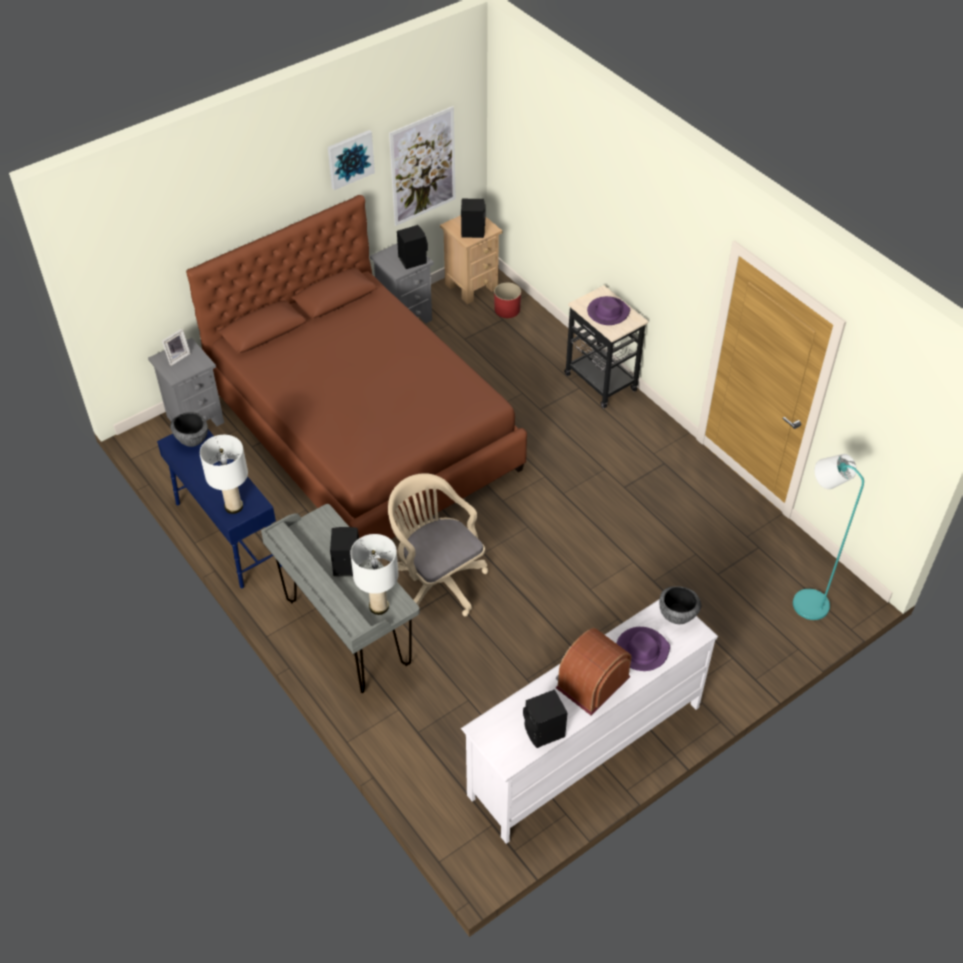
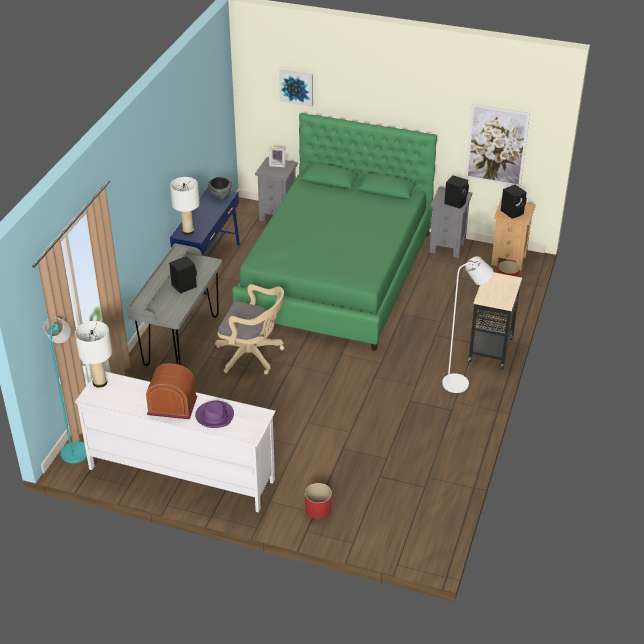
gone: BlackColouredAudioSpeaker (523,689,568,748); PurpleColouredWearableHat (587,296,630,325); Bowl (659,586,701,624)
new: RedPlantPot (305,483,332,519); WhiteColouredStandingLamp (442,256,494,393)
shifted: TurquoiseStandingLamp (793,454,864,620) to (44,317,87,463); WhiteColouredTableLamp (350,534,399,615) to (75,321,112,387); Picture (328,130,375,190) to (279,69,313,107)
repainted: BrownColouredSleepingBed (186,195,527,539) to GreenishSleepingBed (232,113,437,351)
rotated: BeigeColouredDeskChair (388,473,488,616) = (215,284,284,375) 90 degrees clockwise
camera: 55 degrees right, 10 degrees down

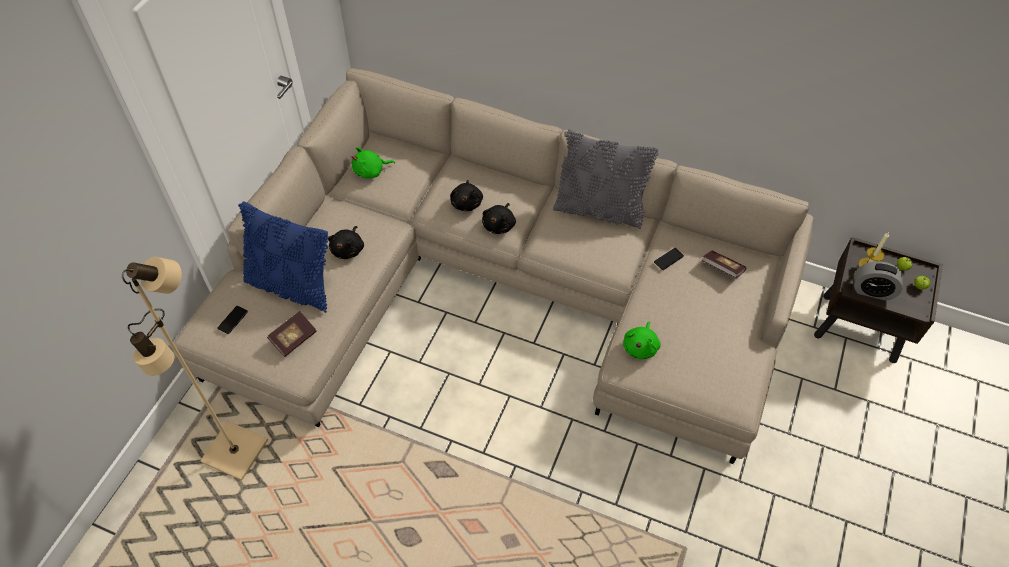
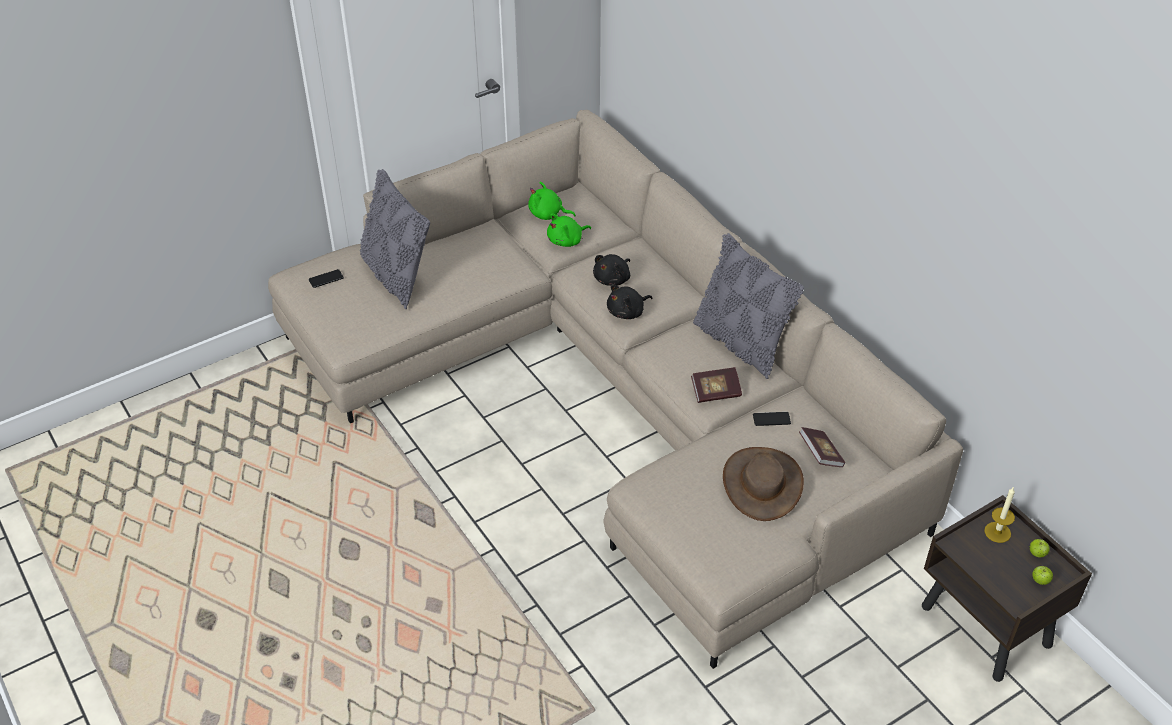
gone: BeigeColouredStandingLamp (122,257,268,481); BlackColouredPlushToy (328,226,364,259); BedsideClock (854,262,903,301)
new: BrownColouredWearableHat (723,447,804,521)
shifted: GreenishPlushToy (623,322,661,359) to (547,214,591,247); Volume (267,311,316,357) to (691,367,742,403)
repainted: BluishPillow (238,201,329,313) to GreyishPillow (360,169,430,309)
camera: 35 degrees right, 10 degrees down

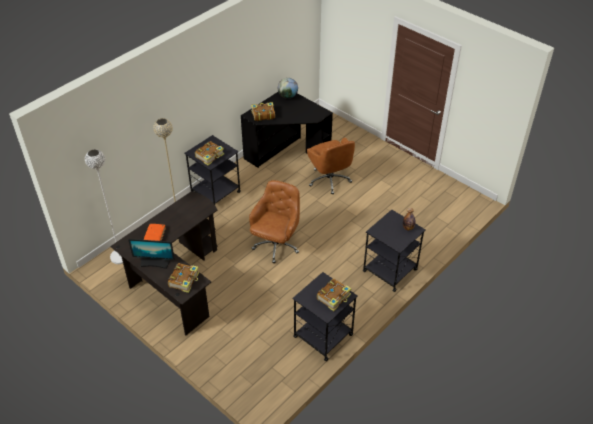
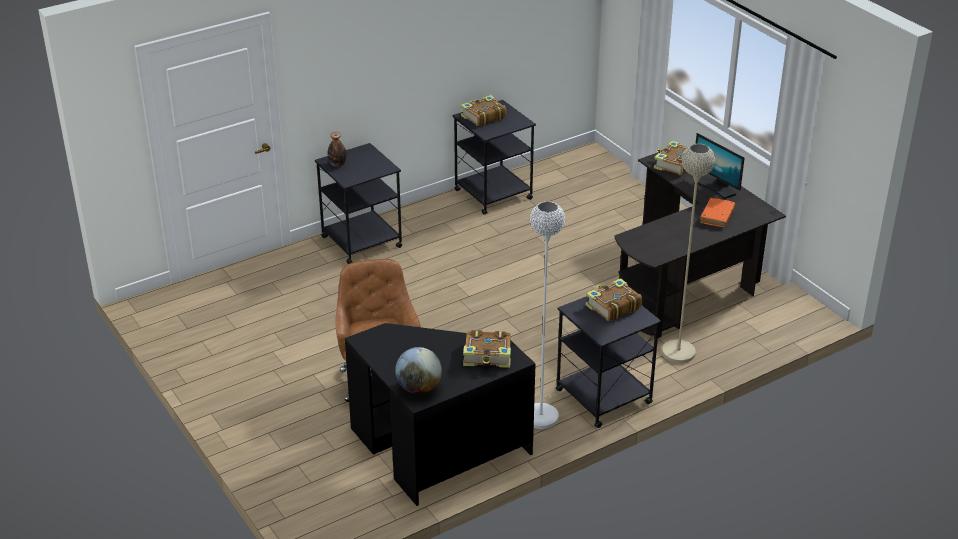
gone: BrownColouredDeskChair (249,180,300,263)
shifted: WhiteColouredStandingLamp (85,149,123,264) to (530,201,565,429)
rotated: ComputerDisplay (128,239,175,269) = (696,133,745,199) 150 degrees counterclockwise
camera: 165 degrees left, 10 degrees down

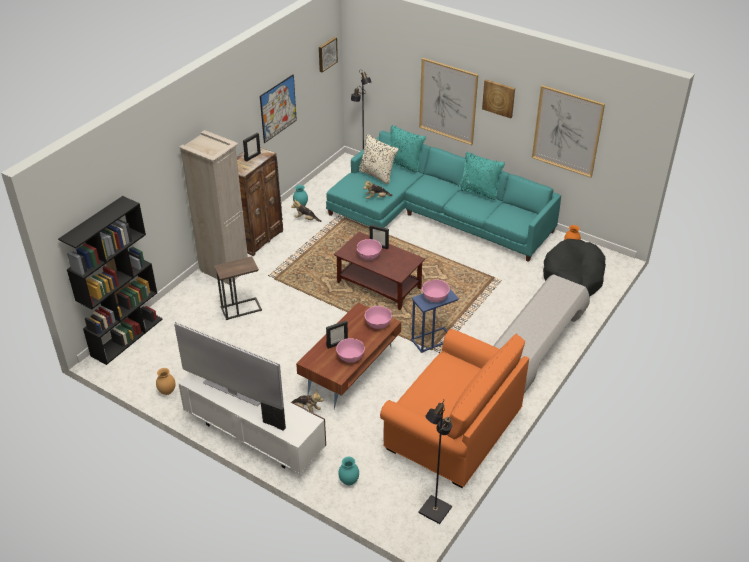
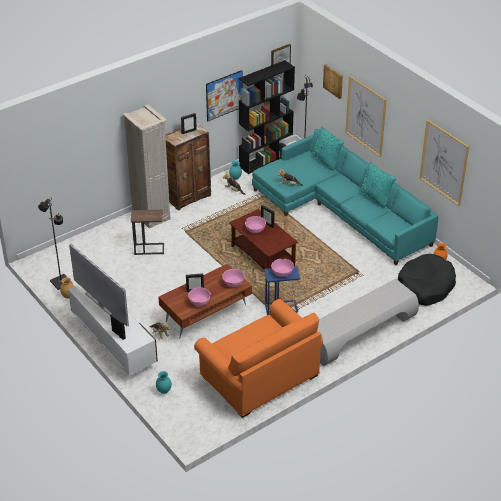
gone: BeigeColouredPillow (359,134,398,184)
shifted: BlackColouredStandingLamp (419,400,452,524) to (38,197,72,290); BlackColouredBookshelf (58,196,163,365) to (238,60,295,174); Picture (482,79,515,118) to (323,64,343,99)
camera: 20 degrees right, 0 degrees up

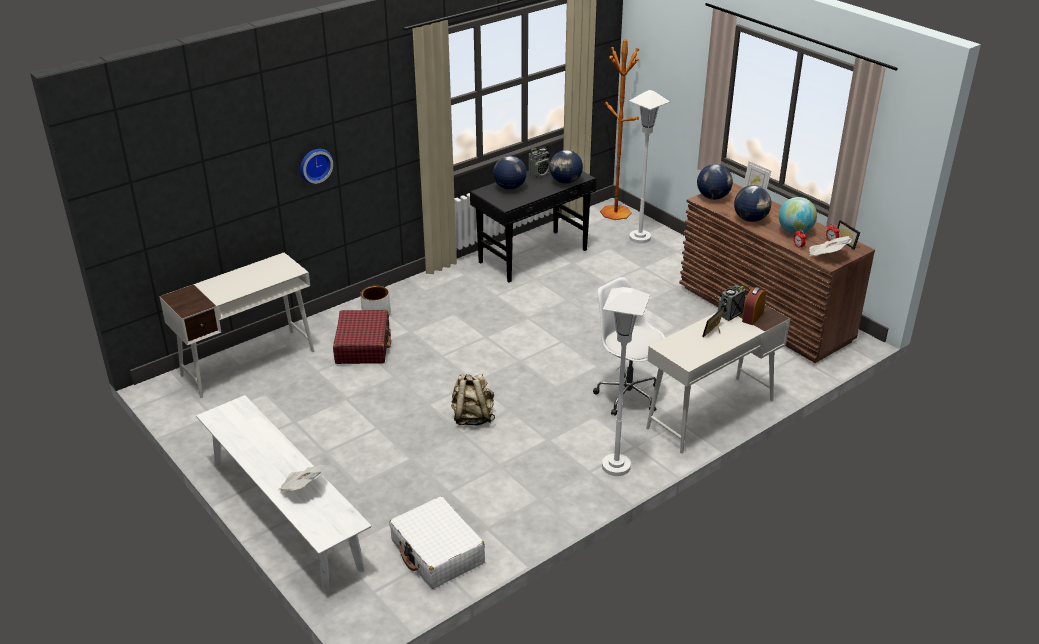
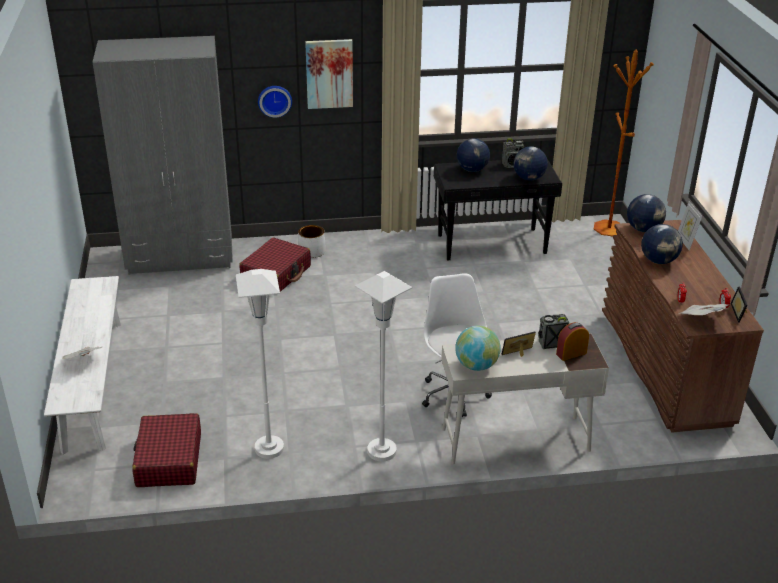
gone: BeigeColouredKnapsack (451,373,495,426)
new: Picture (305,39,353,109)
shifted: WhiteColouredStandingLamp (629,90,670,244) to (236,269,284,459); WorldGlobe (779,197,817,234) to (455,326,501,371)
swapped: WhiteColouredDeskUnit (159,253,314,398) to GreyishWardrobe (93,36,233,275)
repainted: WhiteColouredPieceOfLuggage (389,496,485,589) to RedPieceOfLuggage (132,413,201,487)
camera: 30 degrees right, 0 degrees up

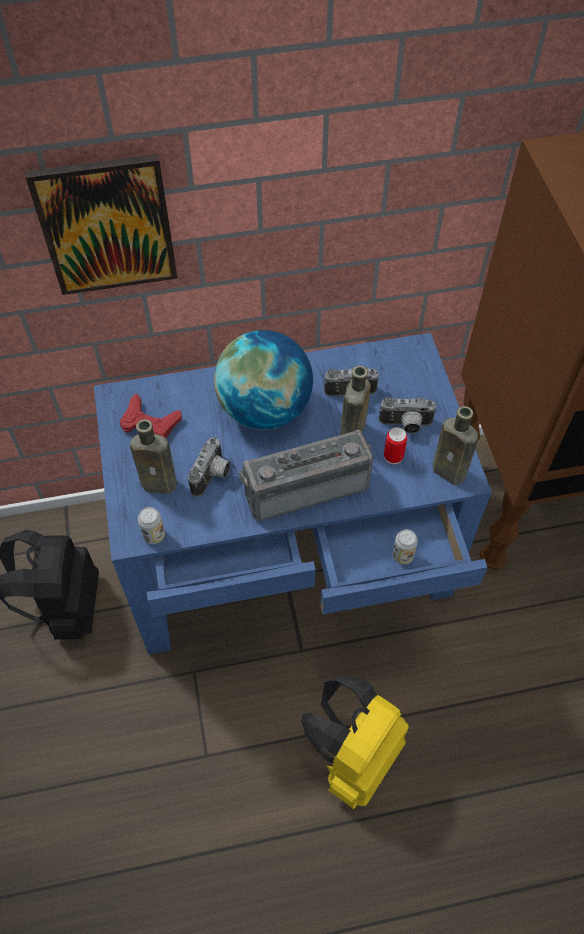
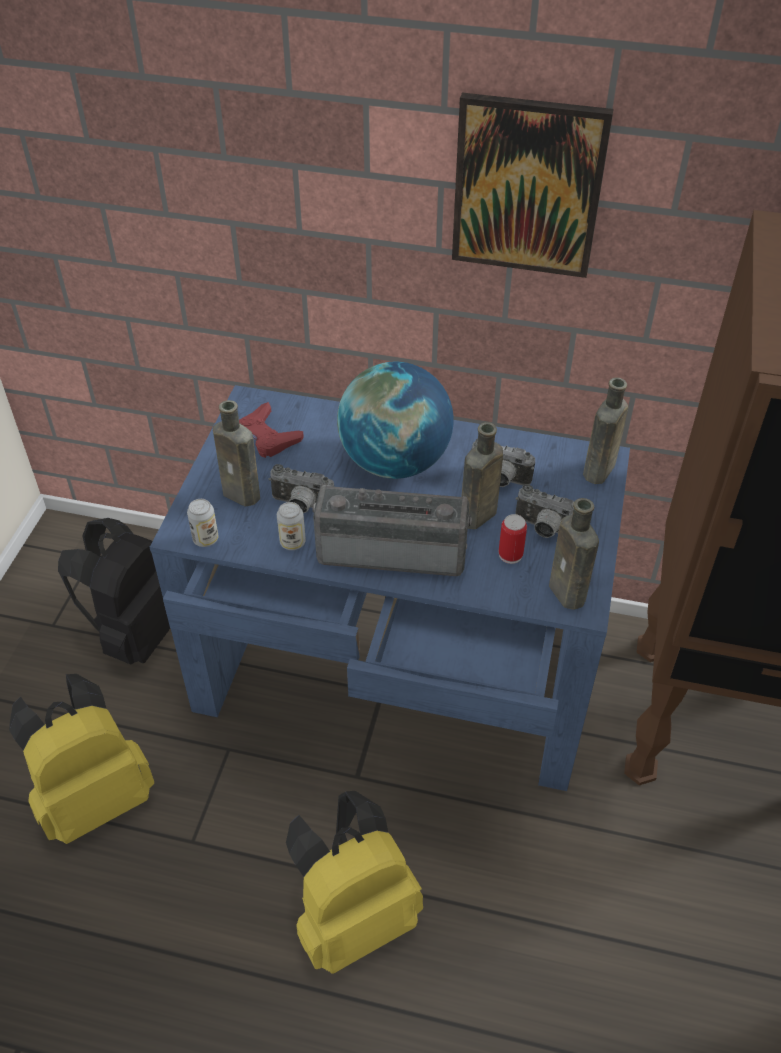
new: YellowColouredKnapsack (9,674,154,844); BrownColouredBottle (583,377,628,484)
shifted: MetalCan (392,529,418,565) to (277,502,306,550); Picture (25,154,178,295) to (452,93,614,278)
rotated: PhotoCamera (188,438,231,497) = (268,464,334,514) 60 degrees clockwise
camera: 25 degrees right, 10 degrees down

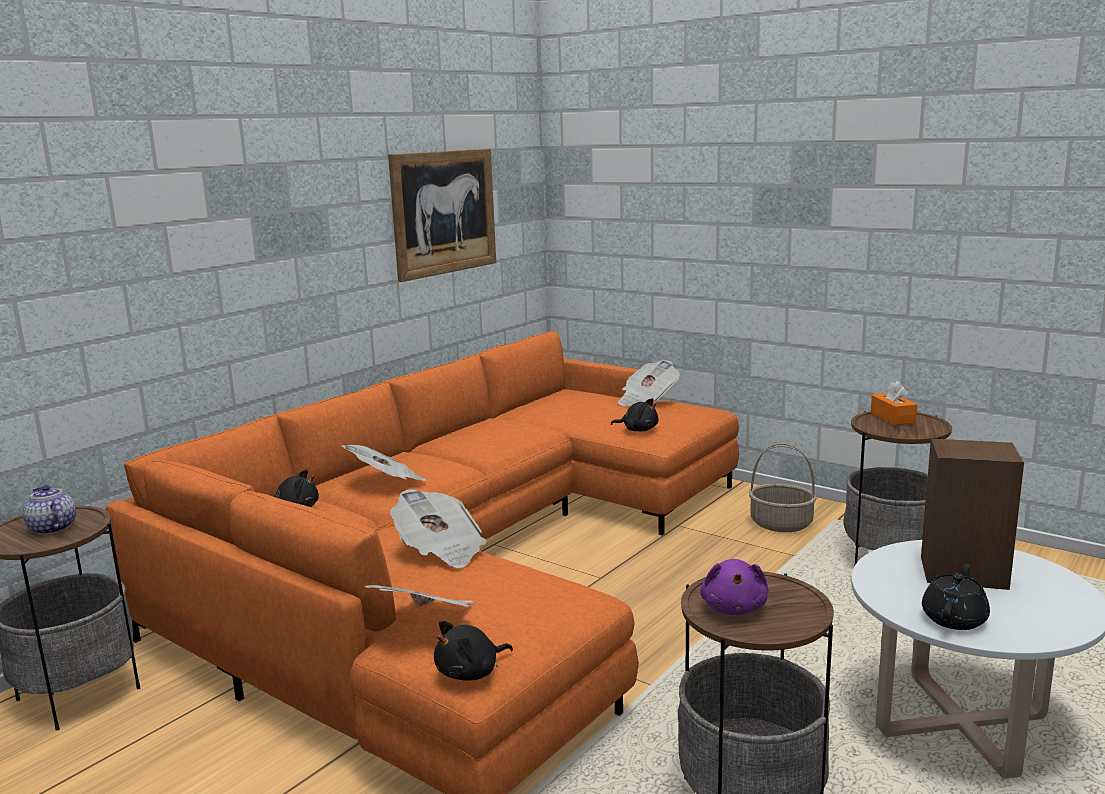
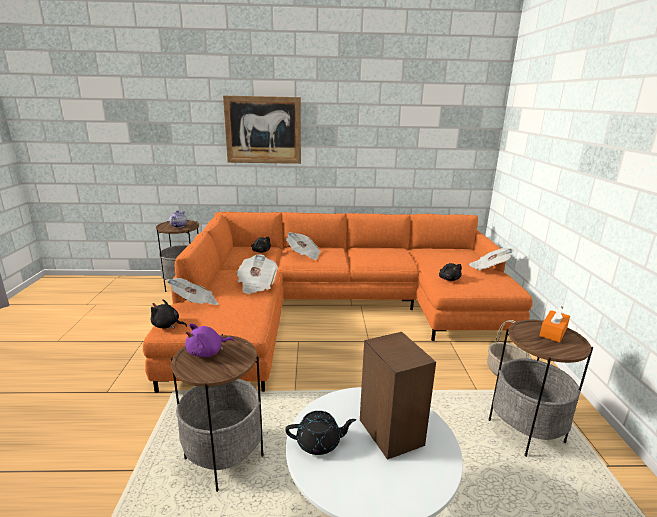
shifted: Picture (388,149,496,282) to (223,96,301,164)
camera: 50 degrees right, 5 degrees up

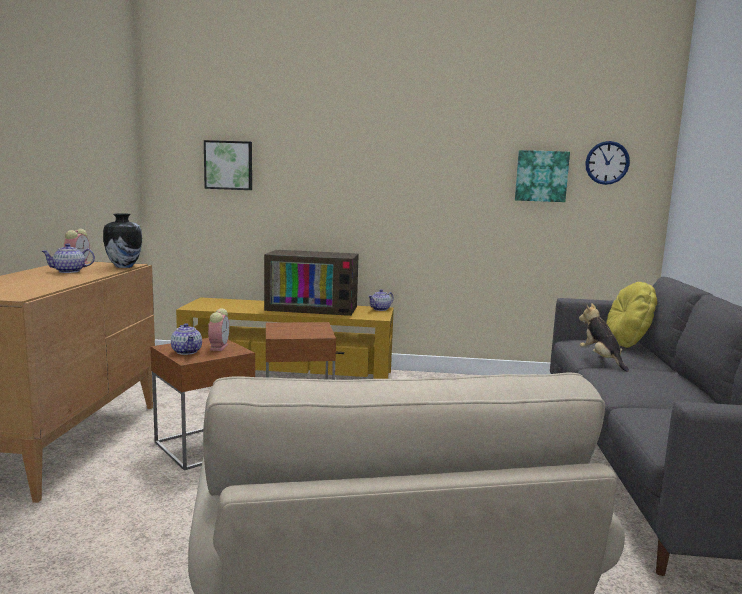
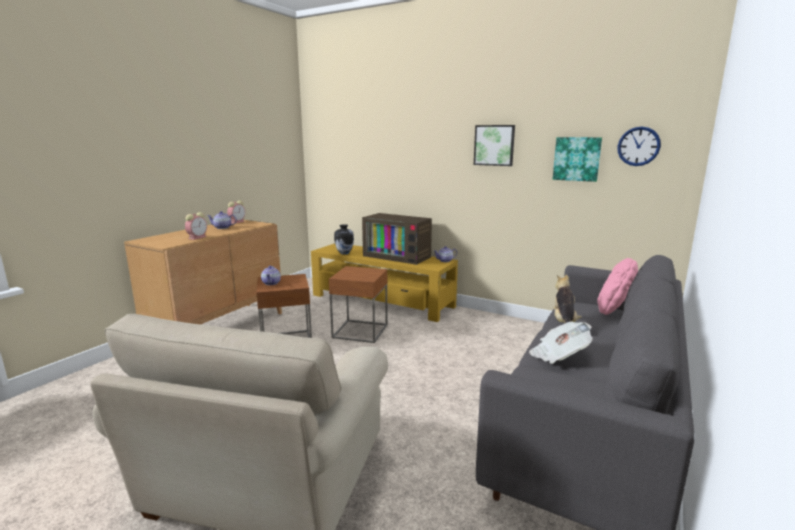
new: PrintedPaper (529,321,592,364)
shifted: BedsideClock (208,309,229,351) to (185,212,207,240); FlowerVase (103,213,142,268) to (334,224,354,255); Picture (204,140,252,190) to (474,125,515,166)
repainted: YellowColouredPillow (606,282,657,348) to PinkColouredPillow (597,258,638,315)
camera: 25 degrees right, 5 degrees up

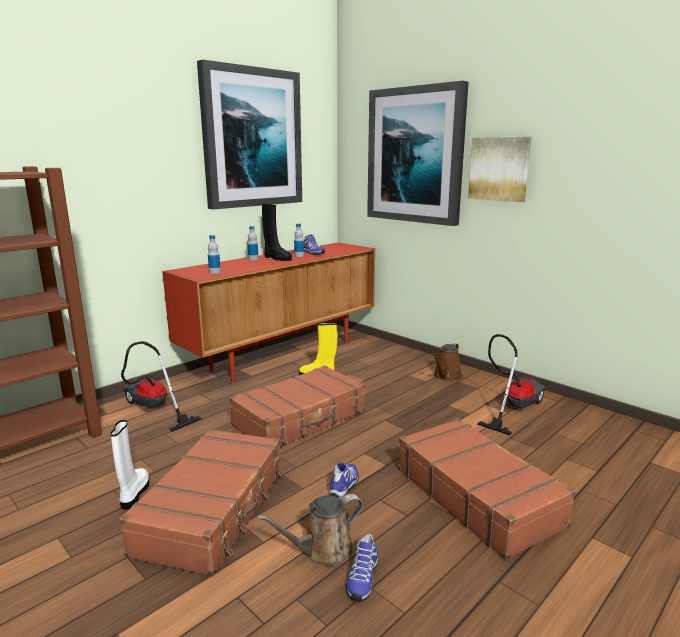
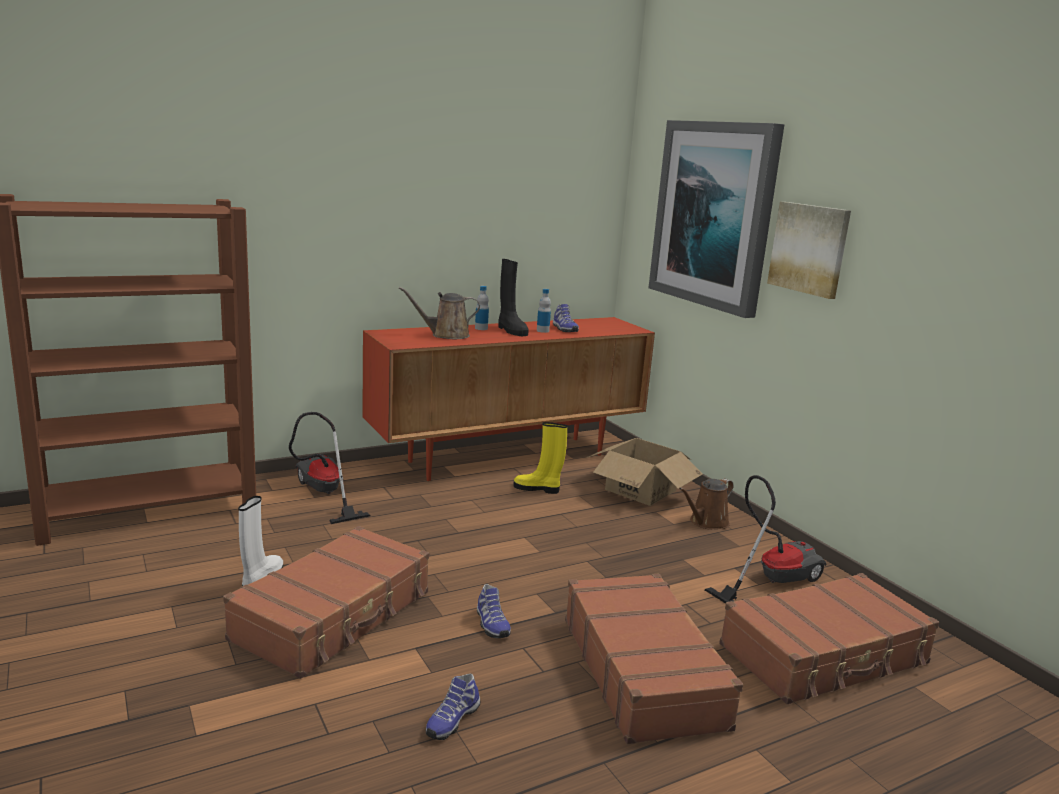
gone: Picture (197,60,302,209); Bottle (208,235,221,274)
new: Carton (586,438,703,506)
shifted: BrownColouredSprinklingCan (257,494,363,565) to (399,287,480,339); BrownColouredPieceOfLuggage (230,366,365,448) to (719,573,939,704)
rotated: Shoe (329,462,359,498) = (477,584,511,638) 120 degrees clockwise
camera: 15 degrees right, 0 degrees up

